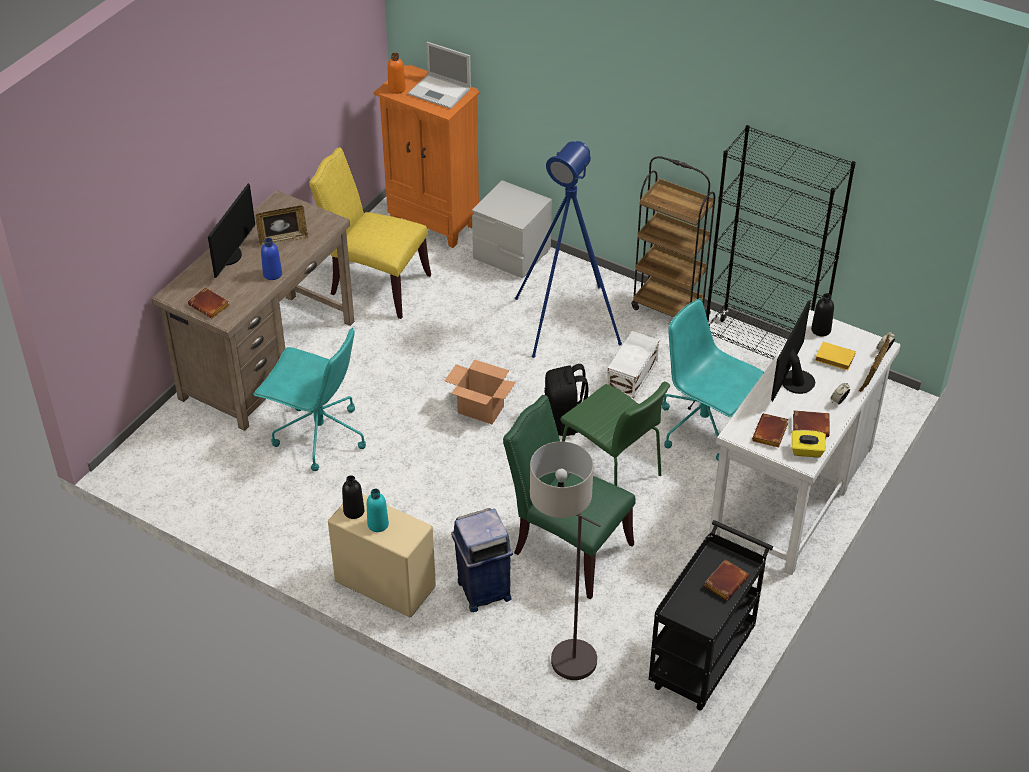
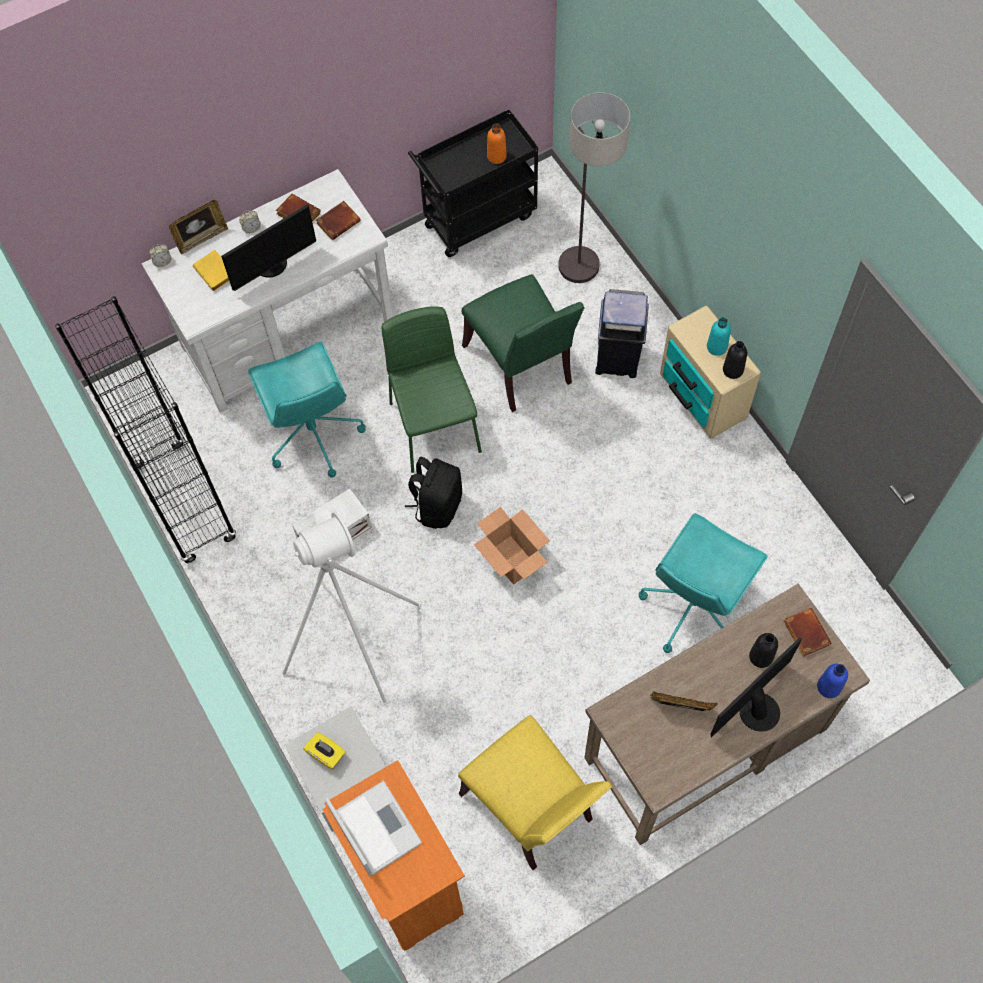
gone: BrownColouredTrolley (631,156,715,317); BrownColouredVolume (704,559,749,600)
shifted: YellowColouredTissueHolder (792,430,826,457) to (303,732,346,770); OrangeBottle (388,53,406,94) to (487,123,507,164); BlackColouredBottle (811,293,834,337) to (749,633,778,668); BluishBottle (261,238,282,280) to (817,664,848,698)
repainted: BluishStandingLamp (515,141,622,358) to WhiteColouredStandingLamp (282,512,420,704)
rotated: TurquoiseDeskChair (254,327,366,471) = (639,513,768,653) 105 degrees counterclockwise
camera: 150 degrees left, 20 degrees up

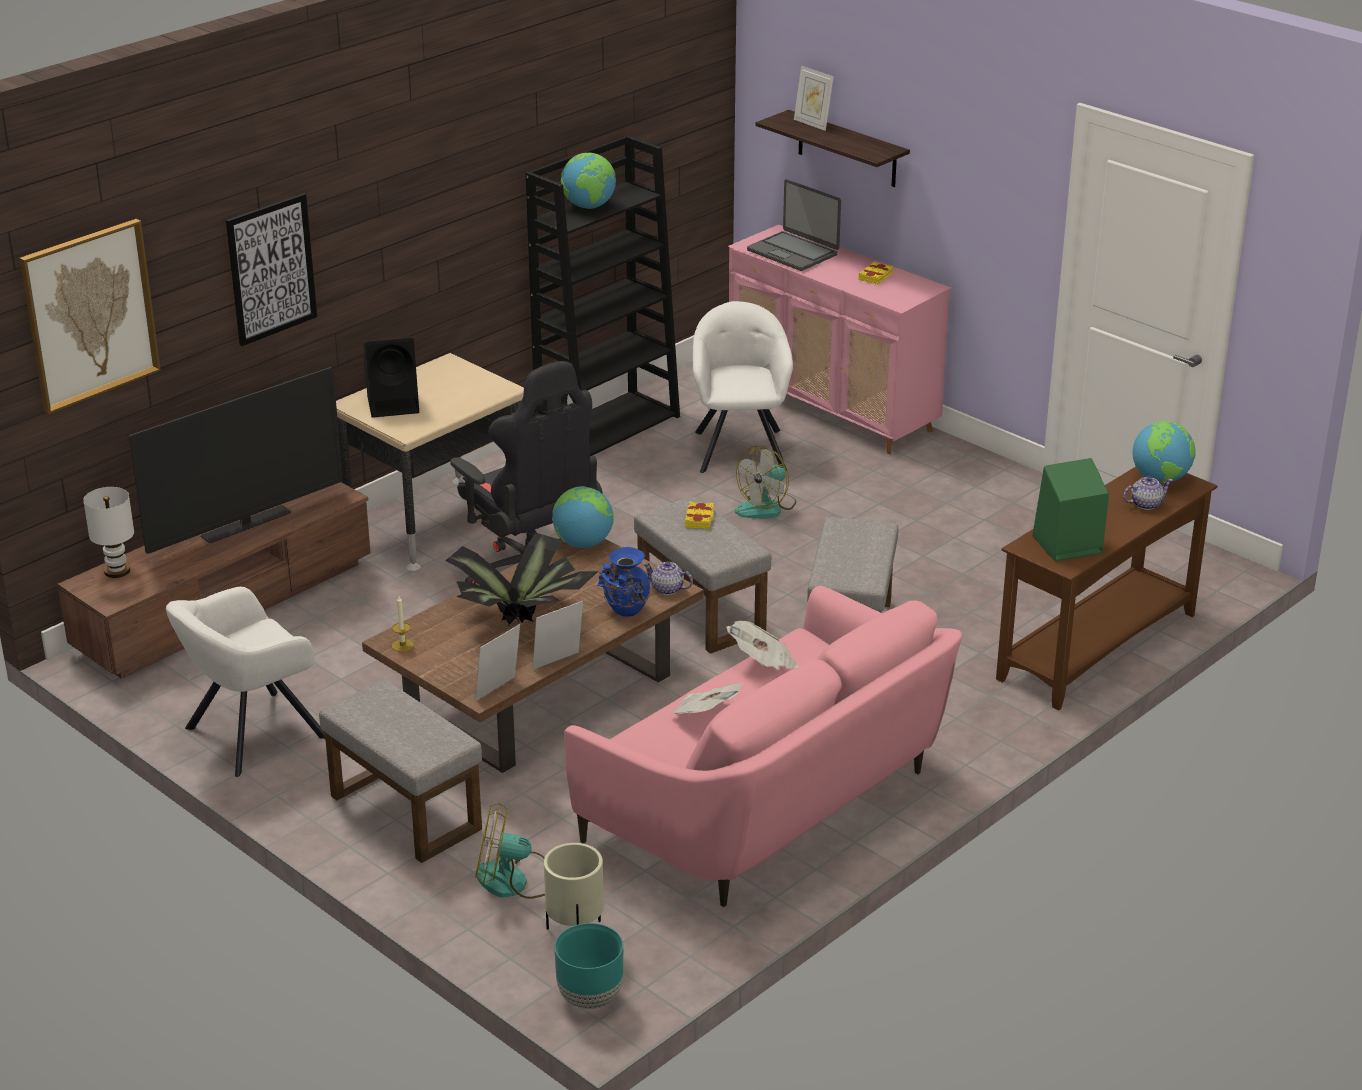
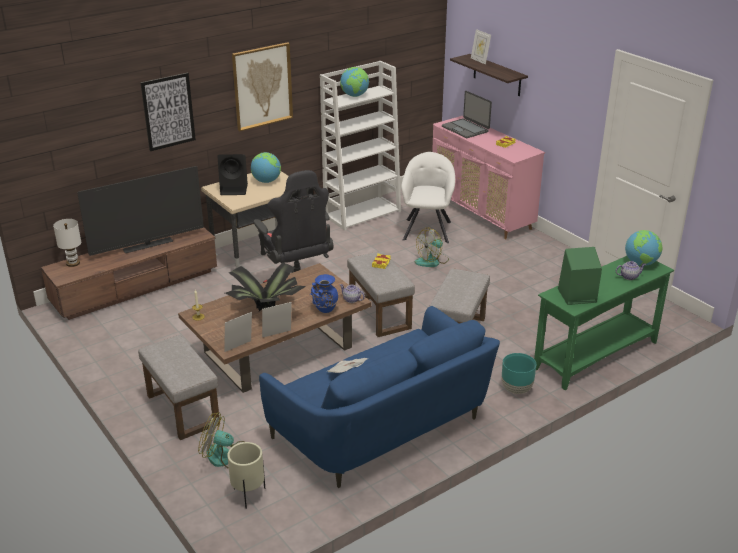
gone: WhiteColouredEasyChair (166,587,325,777); PrintedPaper (726,621,799,669)
shifted: Picture (19,219,161,414) to (232,42,293,131); WorldGlobe (552,486,614,548) to (251,152,281,183); TurquoisePlantPot (554,923,623,1009) to (502,353,536,394)
repainted: PinkColouredSettee (564,586,962,907) to BluishSettee (259,306,500,488); BlackColouredBookshelf (526,135,680,456) to WhiteColouredBookshelf (320,61,401,230); BrownColouredConsoleTable (996,467,1218,710) to GreenishConsoleTable (534,256,674,390)
camera: 10 degrees right, 0 degrees up

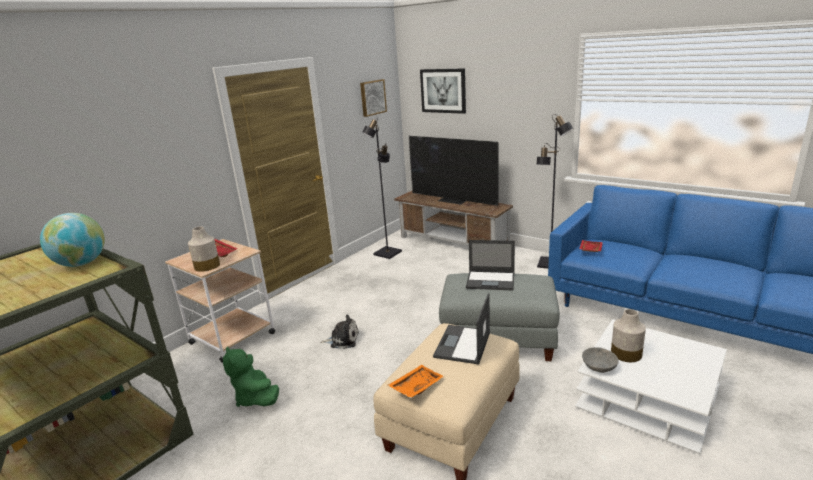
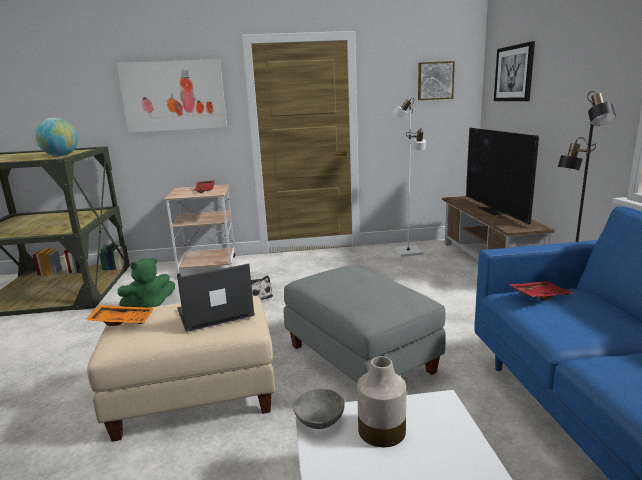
gone: BeigeColouredFlowerVase (188,226,220,272); PortableComputer (466,240,515,290)
new: Picture (117,59,227,133)
repainted: BlackColouredStandingLamp (362,118,402,259) to WhiteColouredStandingLamp (393,98,426,257)
rotated: GreenishPlushToy (223,347,279,407) = (118,258,175,308) 135 degrees counterclockwise
camera: 45 degrees right, 5 degrees down

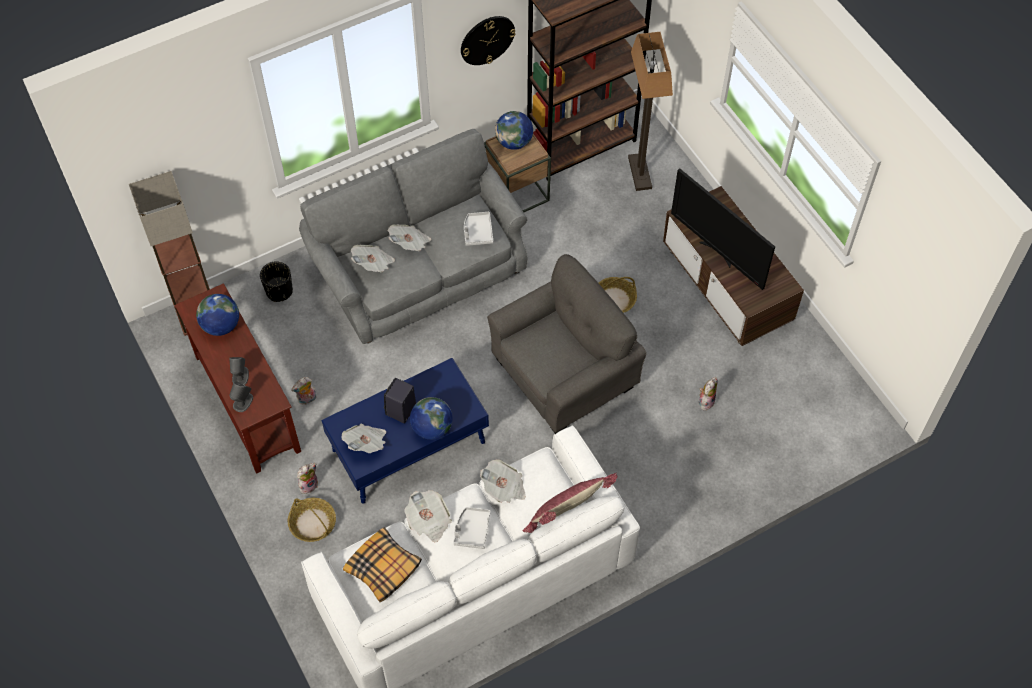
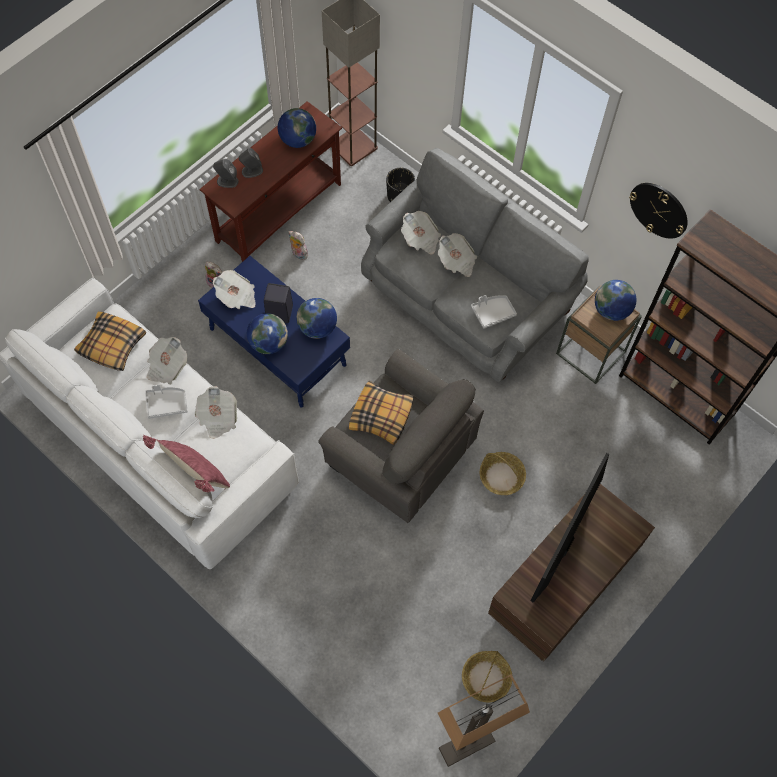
gone: PlushToy (699,377,717,411)
new: WorldGlobe (296,298,337,339); Pillow (349,381,414,445)
shifted: StandingLamp (628,32,673,191) to (438,674,530,767); HouseholdBasket (288,498,336,542) to (462,651,512,702)
camera: 70 degrees right, 5 degrees up

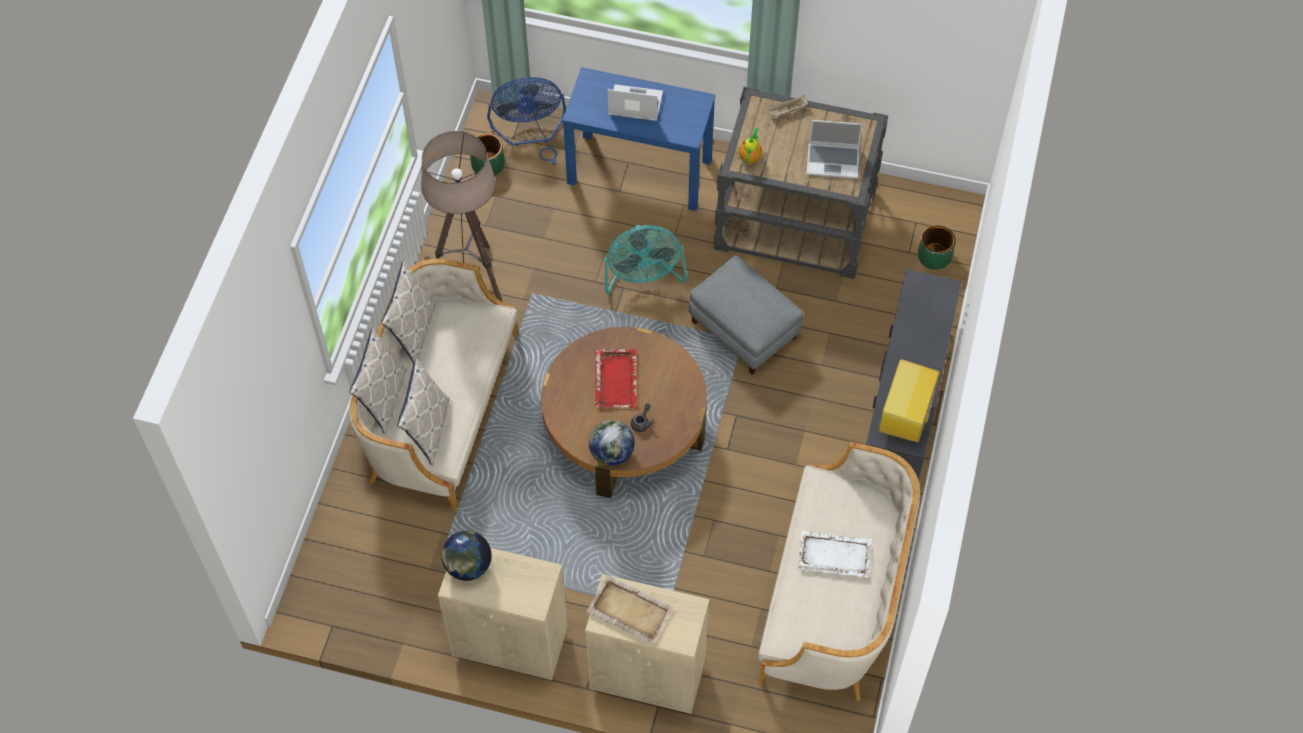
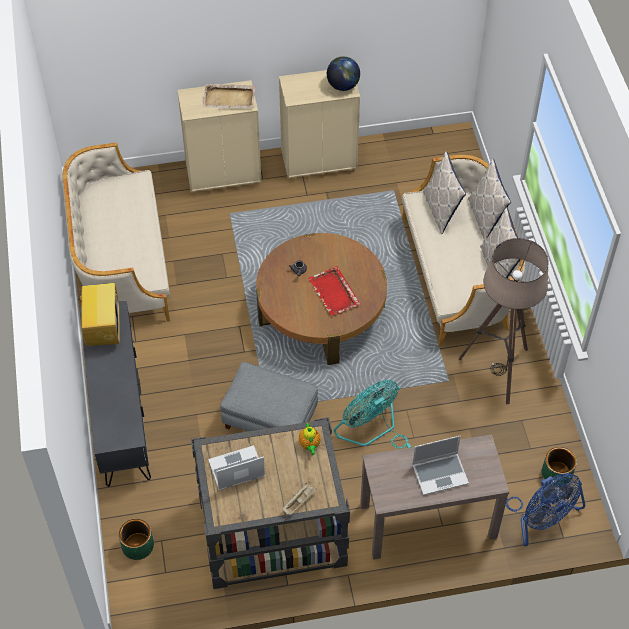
gone: WorldGlobe (589,420,635,466); WhiteColouredTray (798,531,872,577)
repainted: BluishConsoleTable (562,67,715,211) to BrownColouredConsoleTable (360,434,509,560)
camera: 155 degrees right, 5 degrees down

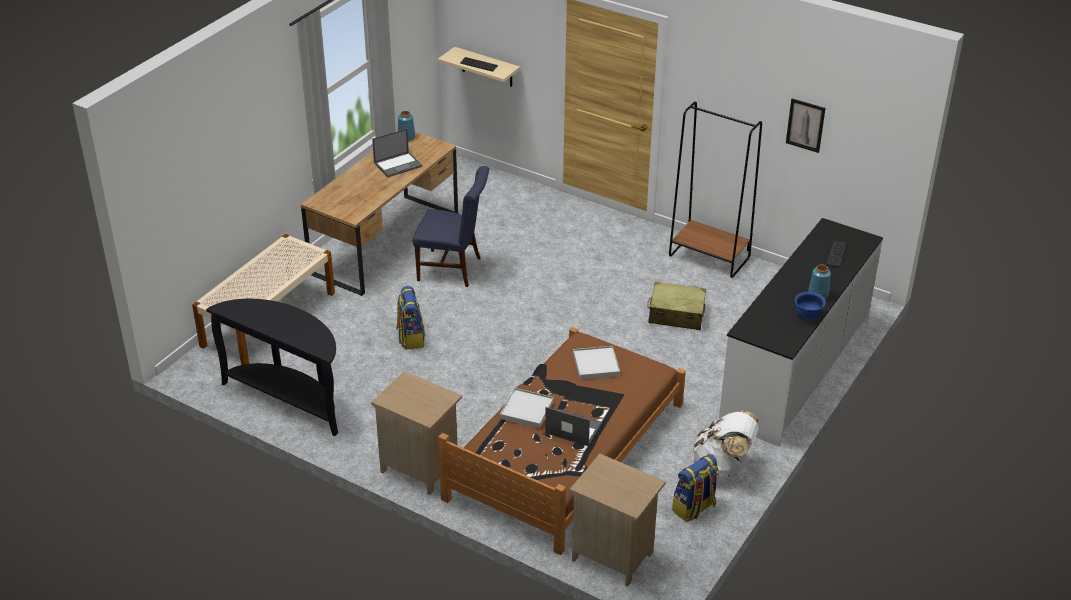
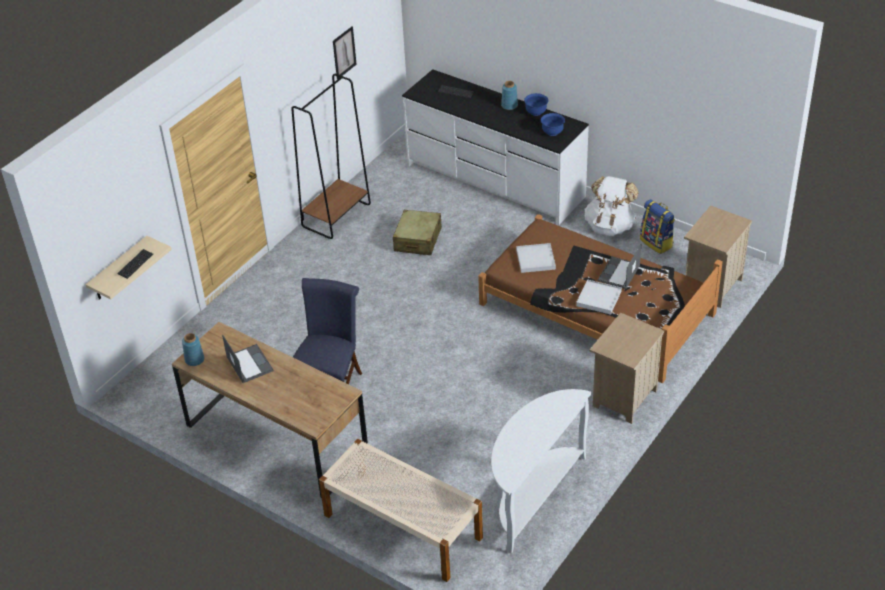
gone: Knapsack (396,286,425,350)
new: BluishBowl (541,113,565,136)
repainted: BlackColouredConsoleTable (206,299,338,436) to WhiteColouredConsoleTable (491,389,591,554)
camera: 85 degrees left, 5 degrees up

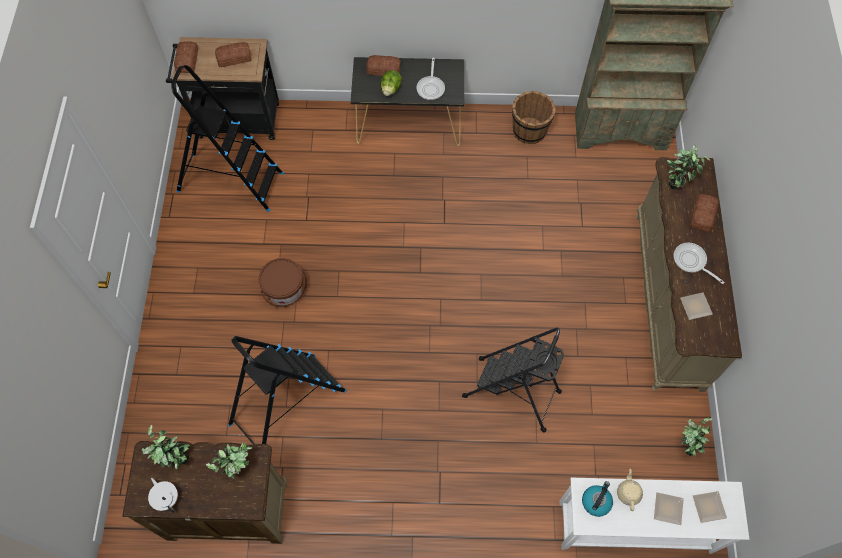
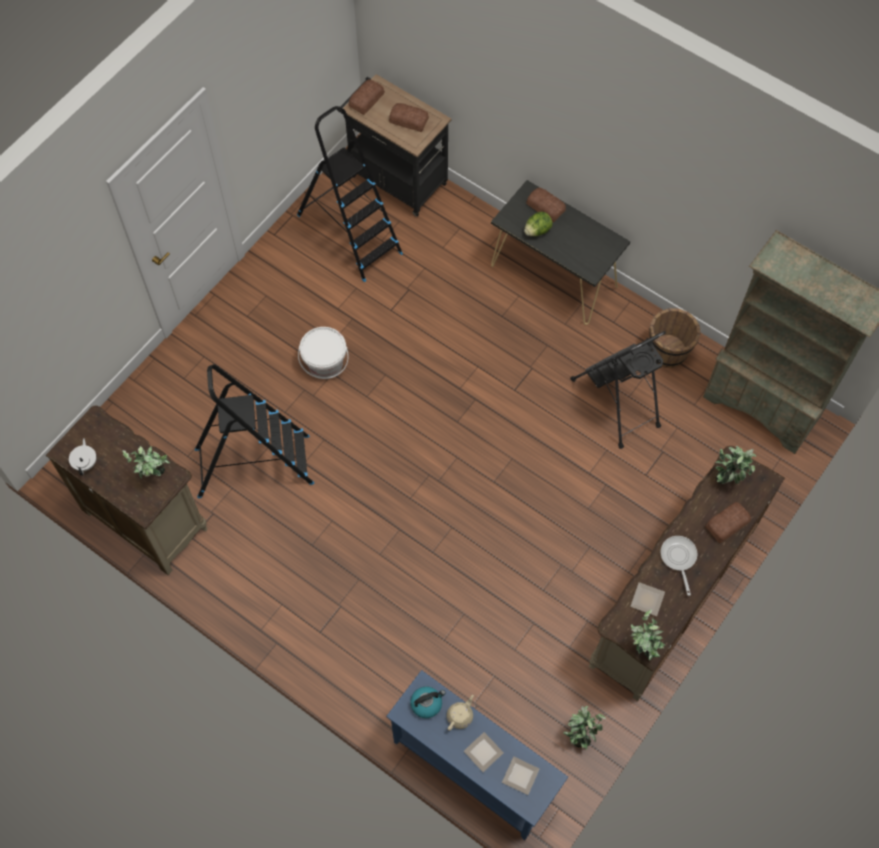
gone: FryingPan (417,58,445,100)
shifted: StepStool (462,327,564,433) to (570,331,666,449); PlantInAPot (142,425,190,469) to (631,609,665,660)
repainted: BrownColouredPail (259,258,307,307) to WhiteColouredPail (298,327,349,379); WhiteColouredConsoleTable (560,478,750,554) to BluishConsoleTable (386,670,568,841)
camera: 35 degrees right, 0 degrees up

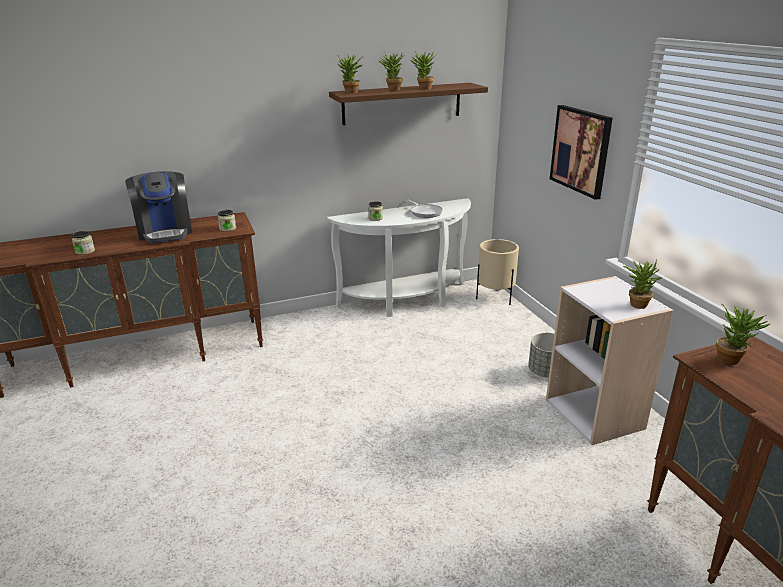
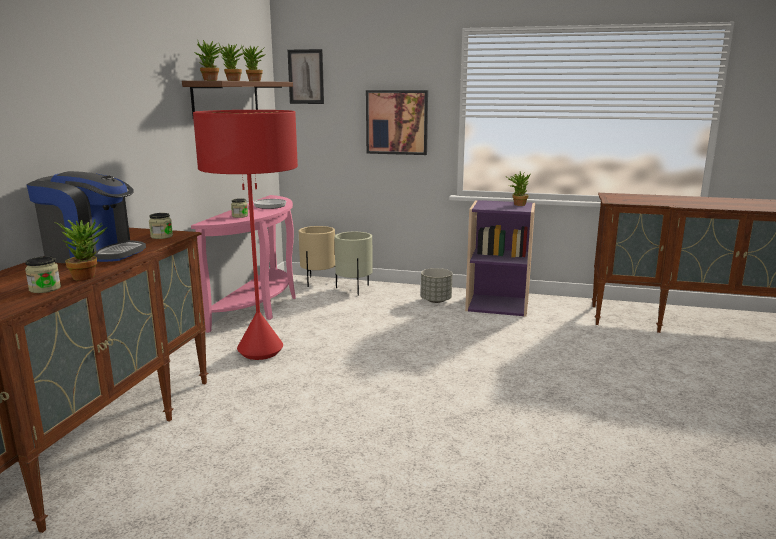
new: RedStandingLamp (193,110,298,360); Picture (288,49,324,104); BeigeColouredPlantPot (335,232,373,296)
shifted: PlantInAPot (716,303,770,365) to (54,220,107,280)
repainted: WhiteColouredConsoleTable (327,198,471,317) to PinkColouredConsoleTable (191,195,296,333); WhiteColouredBookshelf (546,276,673,445) to PurpleColouredBookshelf (465,200,535,317)
camera: 55 degrees left, 10 degrees down

